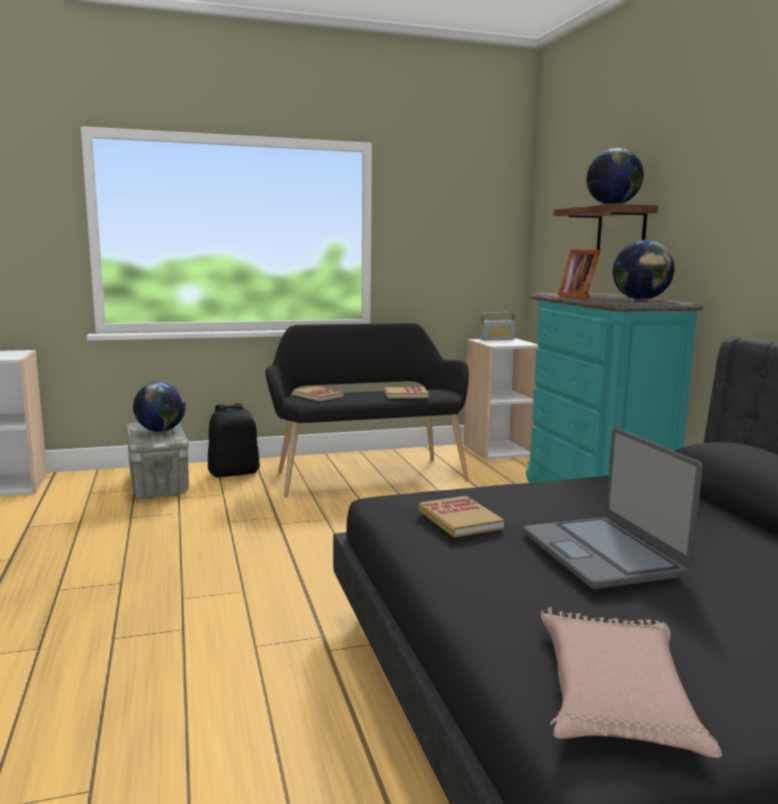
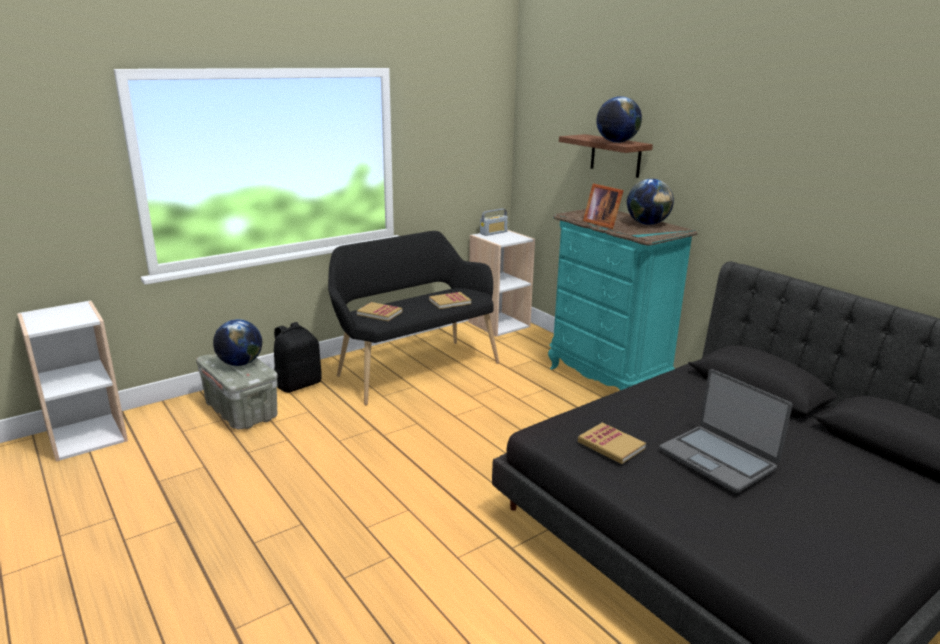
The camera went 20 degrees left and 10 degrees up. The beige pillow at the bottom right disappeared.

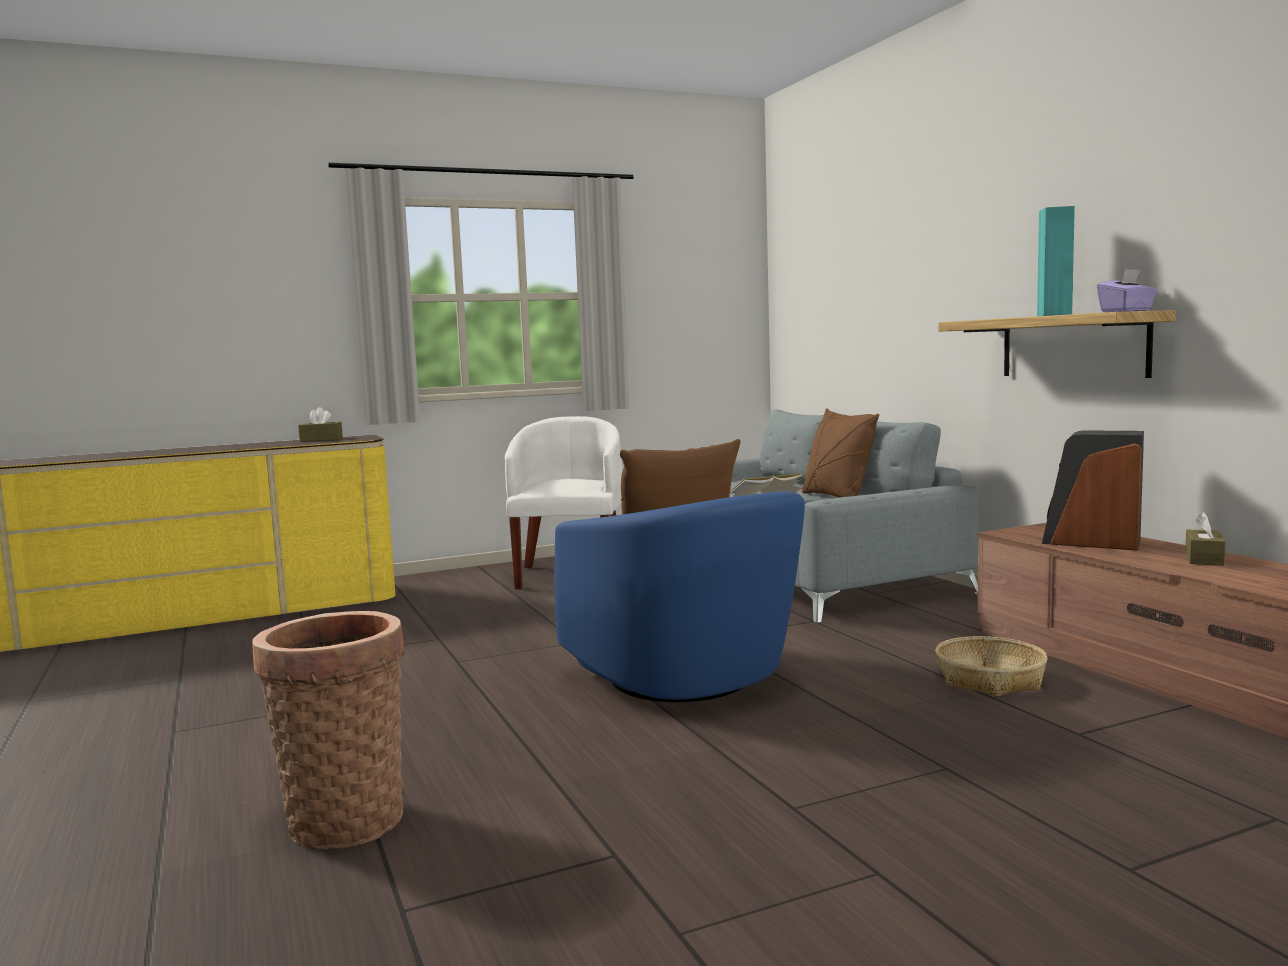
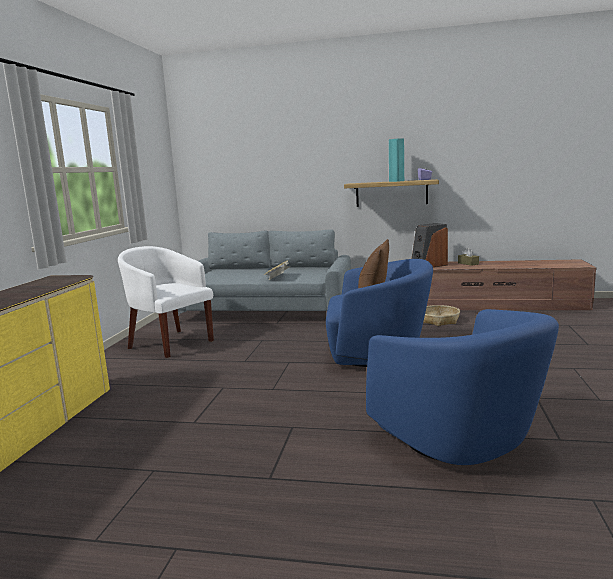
The camera went 55 degrees left and 5 degrees up. The brownish tissue box (no. 1 from left) at the middle left disappeared. The brownish pillow (no. 2 from left) at the centre disappeared. The household basket (no. 1 from left) at the bottom left was replaced by the blue lounge chair (no. 2 from left) at the bottom right.

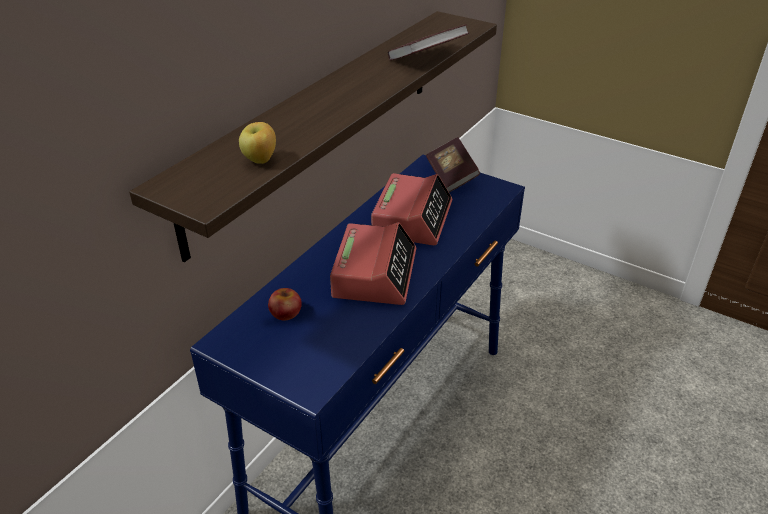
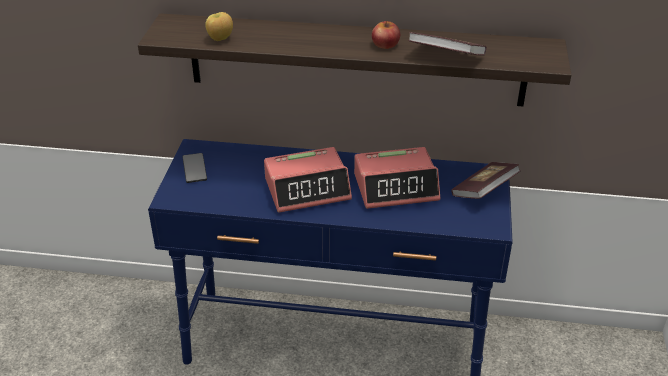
The camera went 65 degrees right and 0 degrees up. The phone at the middle left appeared. The apple fruit (no. 2 from left) moved from the centre to the top centre.

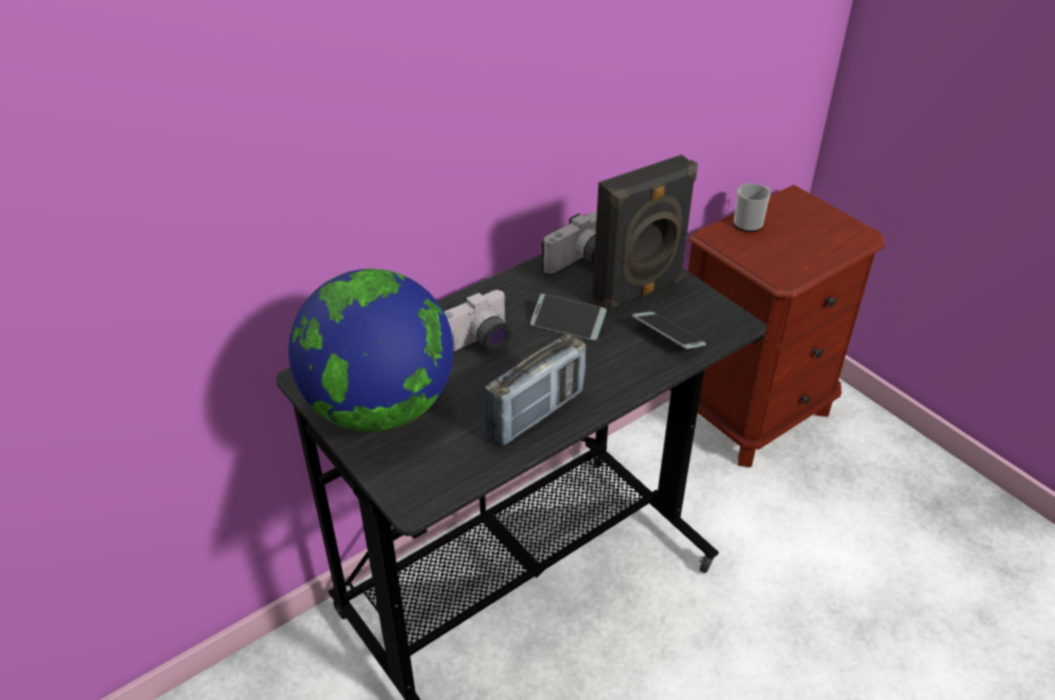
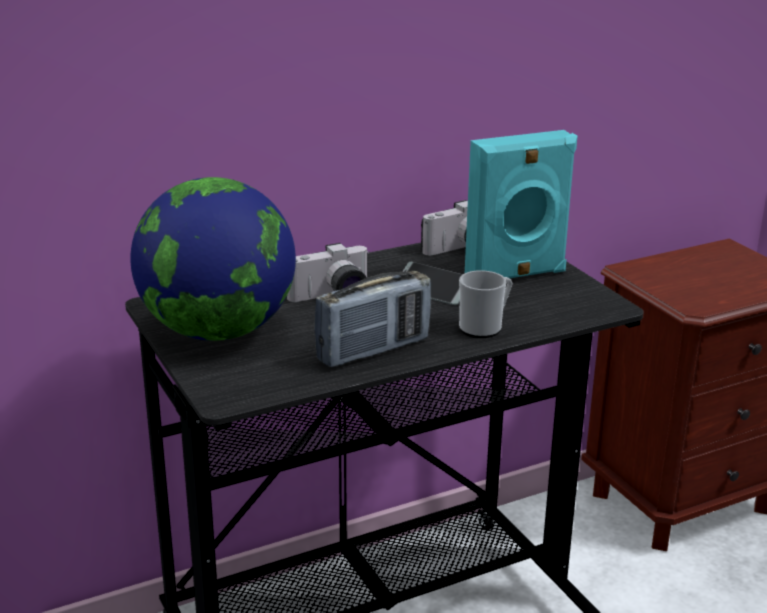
The camera went 10 degrees right and 15 degrees down. The phone (no. 2 from left) at the centre disappeared. The mug moved from the top right to the centre. The black-coloured speaker at the top centre became the turquoise-coloured speaker at the top right.

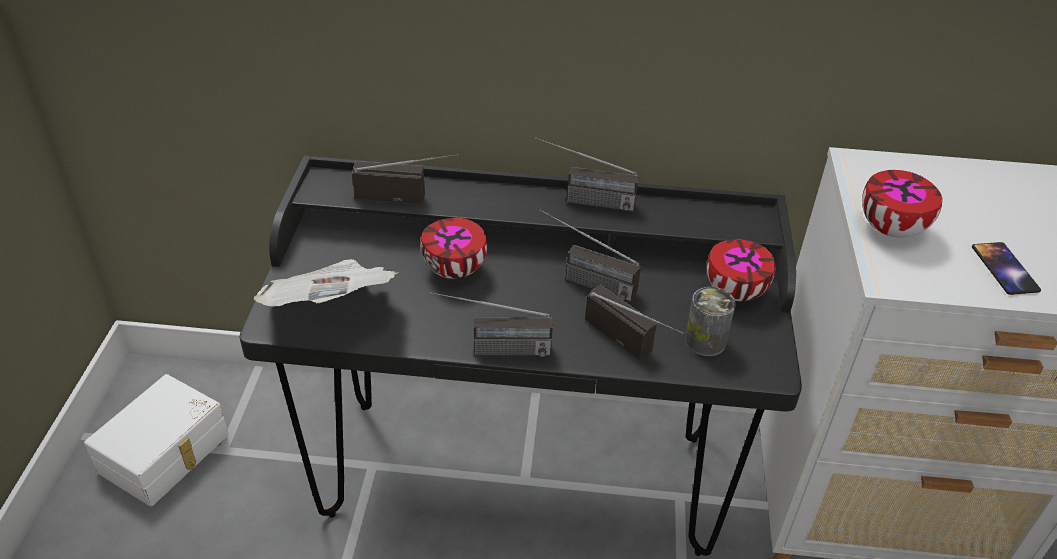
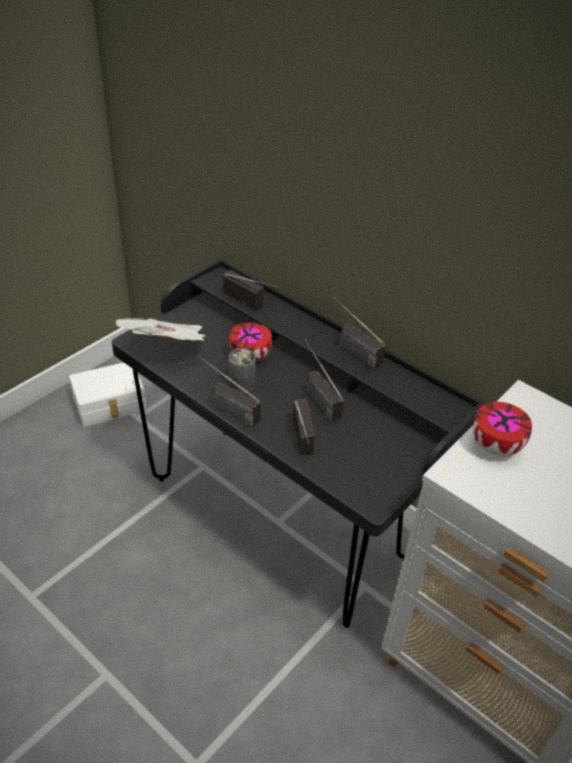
The camera went 35 degrees right and 0 degrees up. The deep dish (no. 2 from left) at the middle right disappeared. The phone at the middle right disappeared. The can moved from the middle right to the centre.

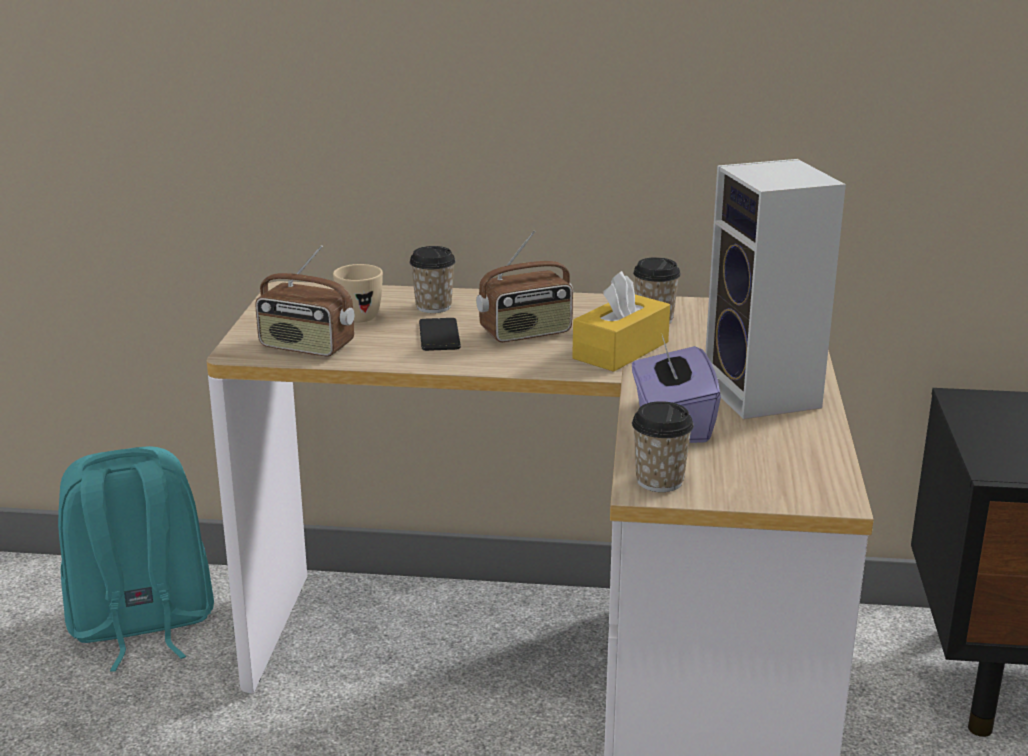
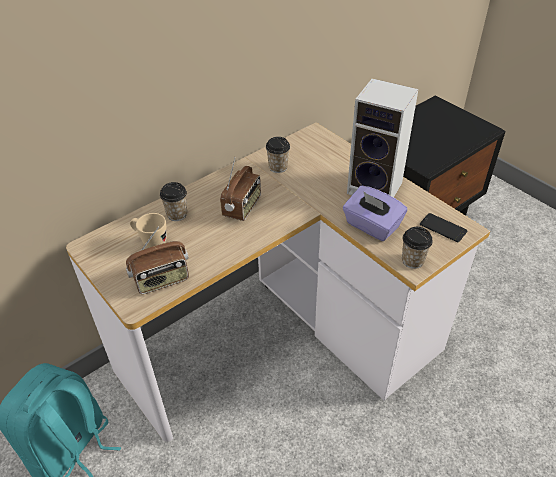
The camera went 45 degrees left and 20 degrees up. The yellowish tissue box at the centre disappeared. The phone moved from the centre to the middle right.

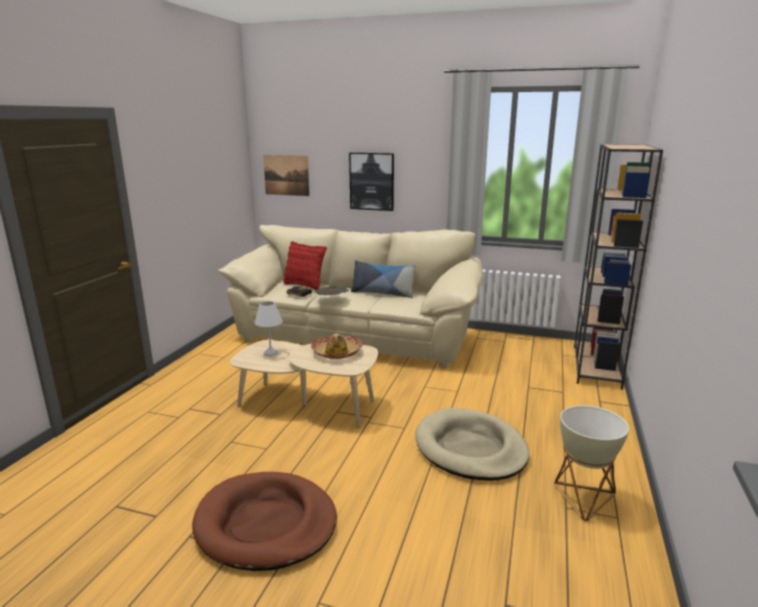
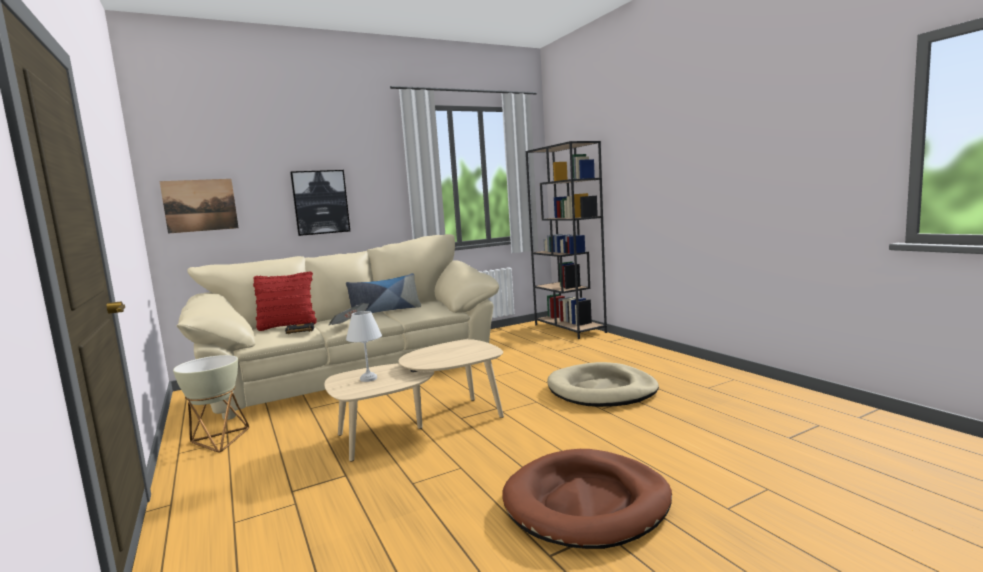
The camera went 45 degrees left and 10 degrees down. The hat at the centre disappeared. The flower pot moved from the bottom right to the bottom left.

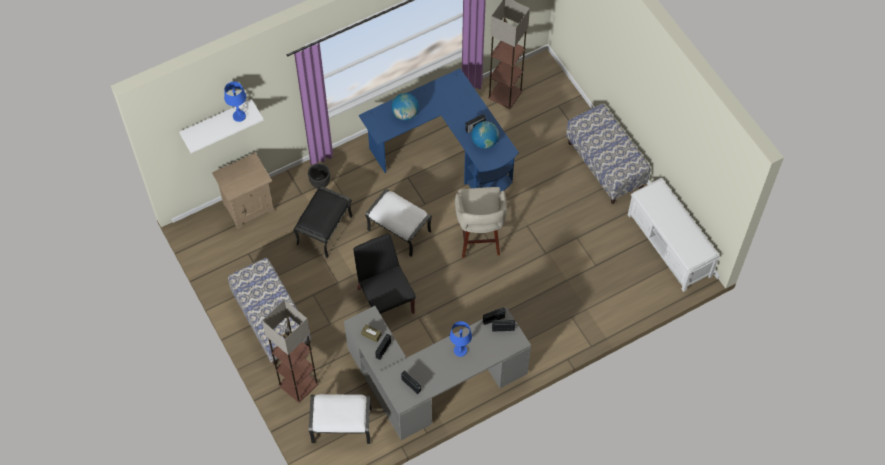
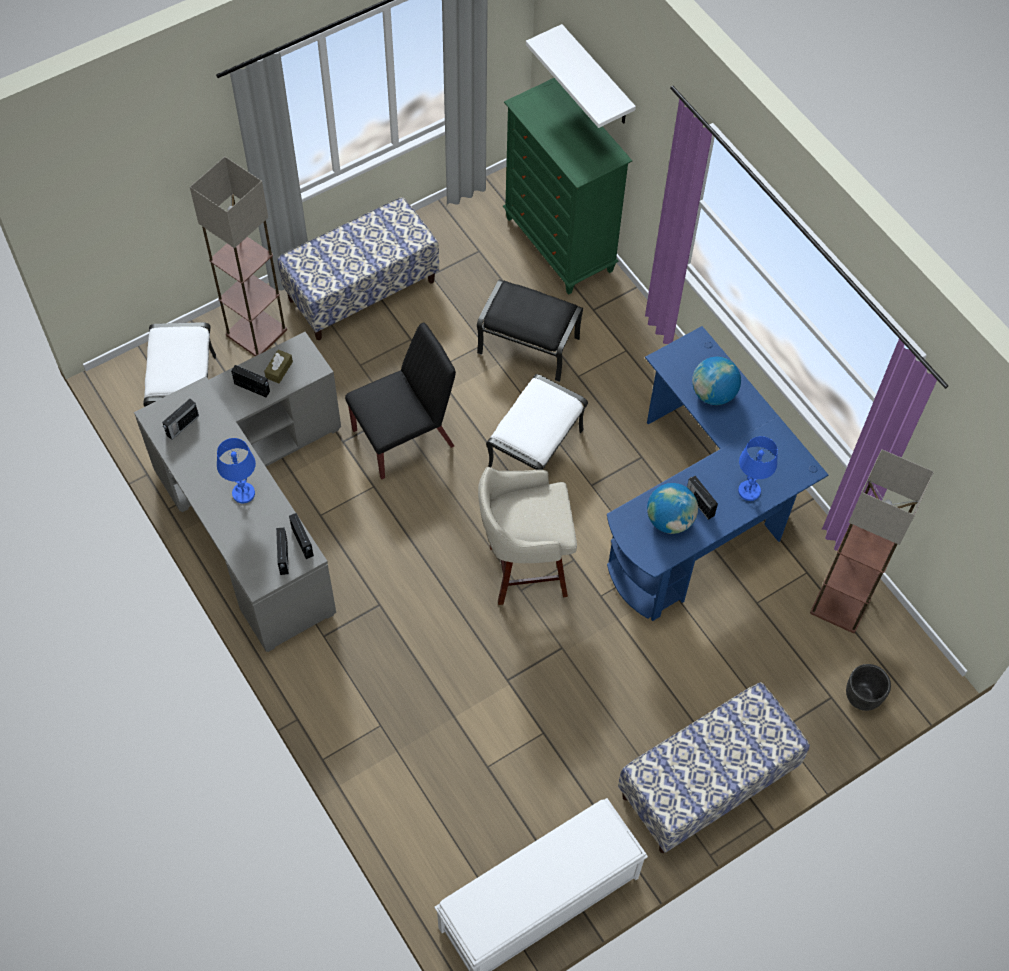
The camera went 85 degrees right and 0 degrees up. The blue tabletop lamp (no. 1 from left in the first image) moved from the top left to the middle right. The black-coloured flower pot moved from the centre to the bottom right. The beige night table at the middle left was replaced by the green dresser at the top centre.

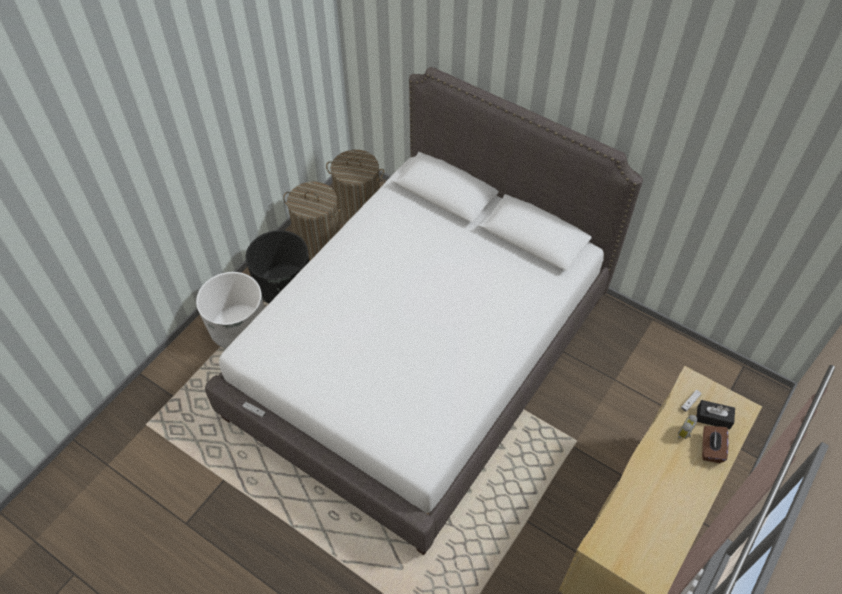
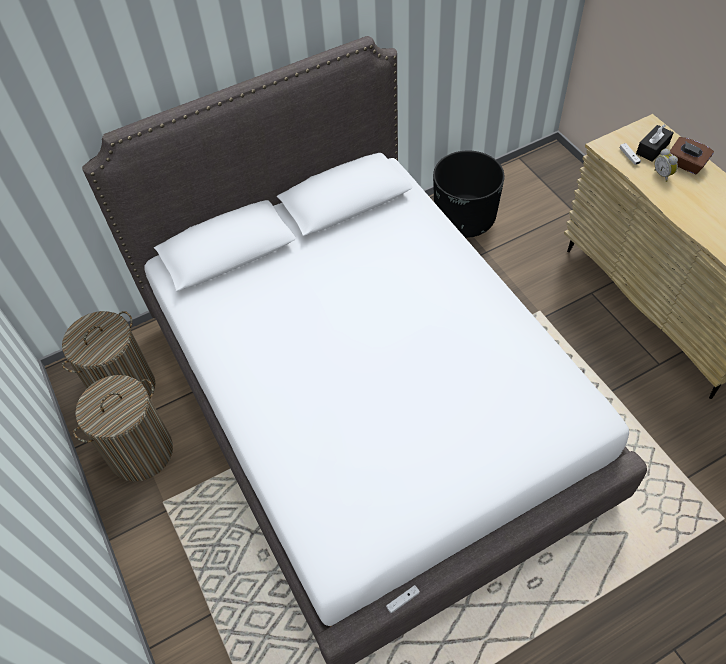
The camera went 60 degrees left and 0 degrees up. The whitish flower pot at the middle left disappeared. The black-coloured flower pot moved from the middle left to the top centre.

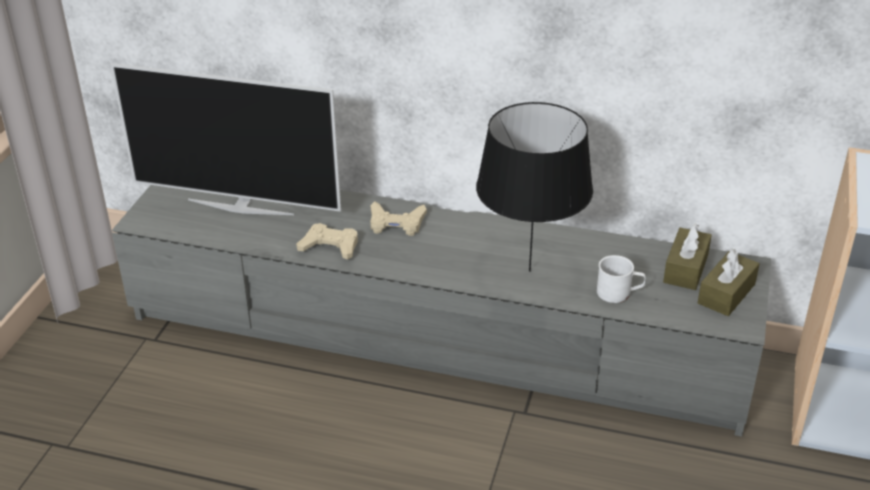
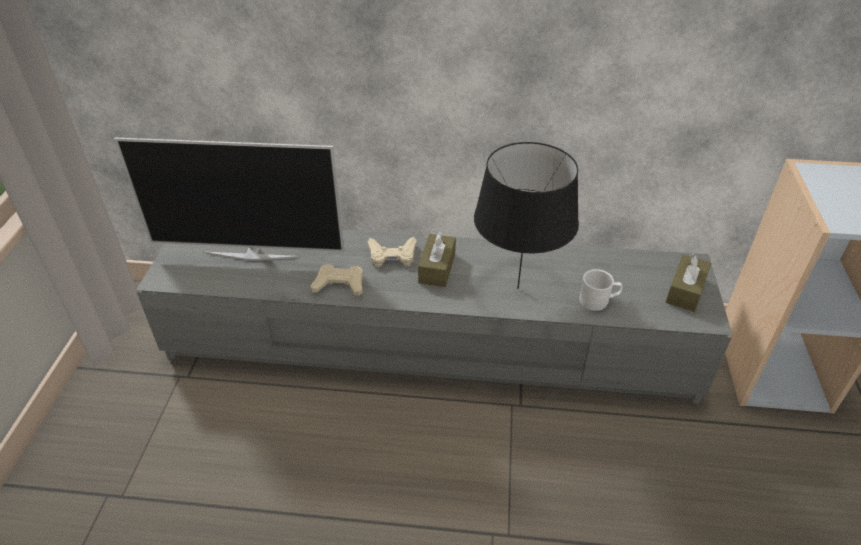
The camera went 10 degrees left and 5 degrees up. The brownish tissue box (no. 1 from left) moved from the middle right to the centre.

